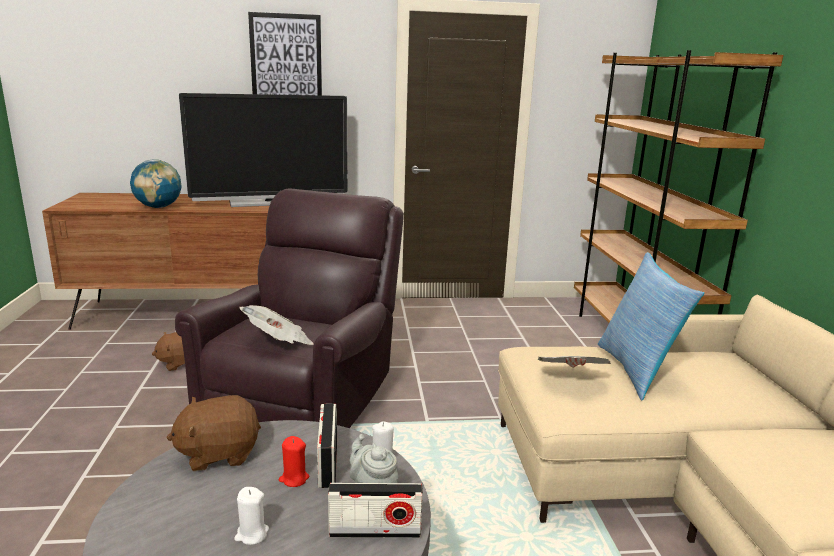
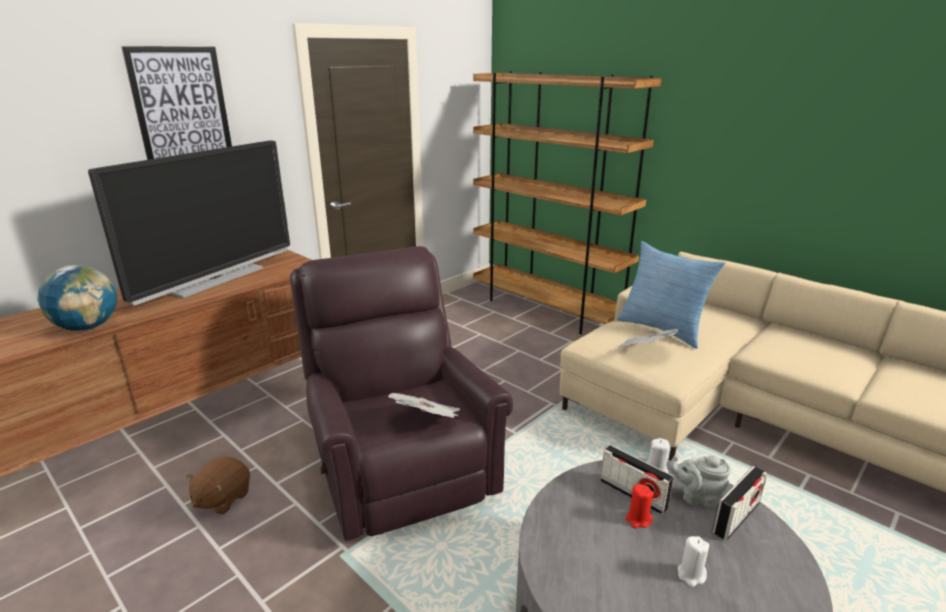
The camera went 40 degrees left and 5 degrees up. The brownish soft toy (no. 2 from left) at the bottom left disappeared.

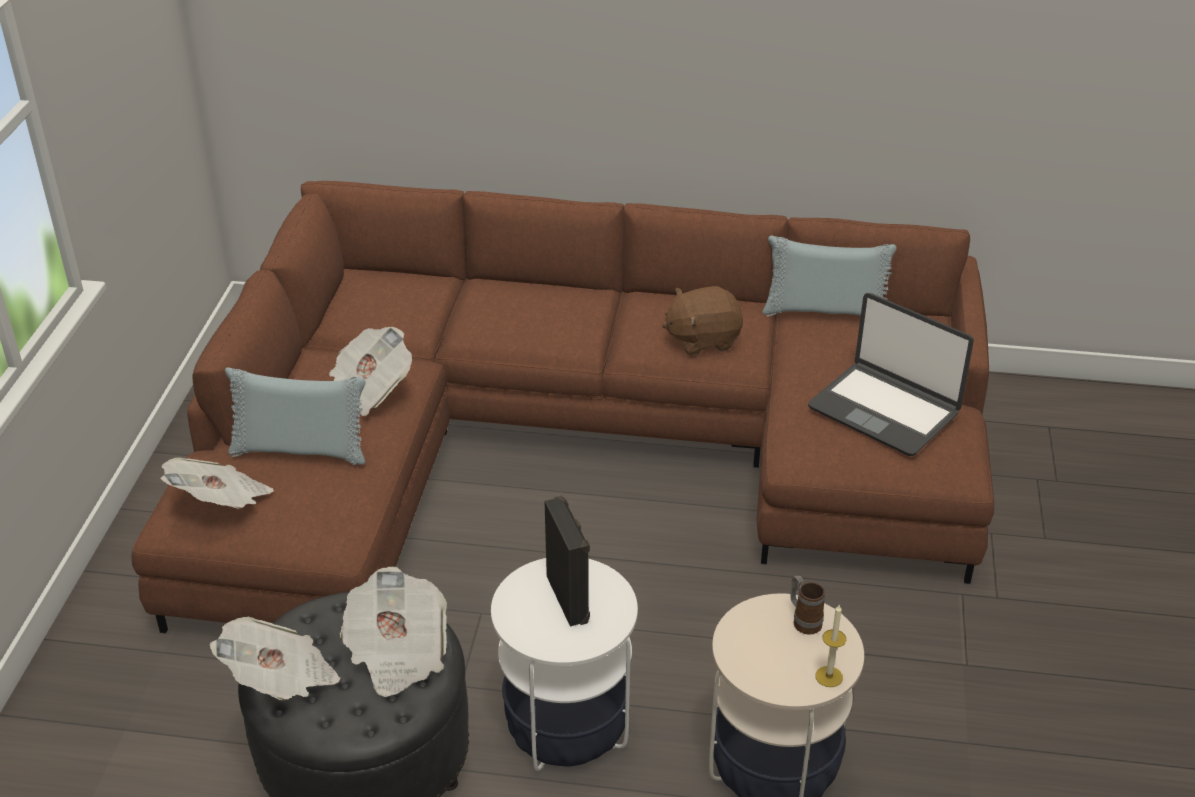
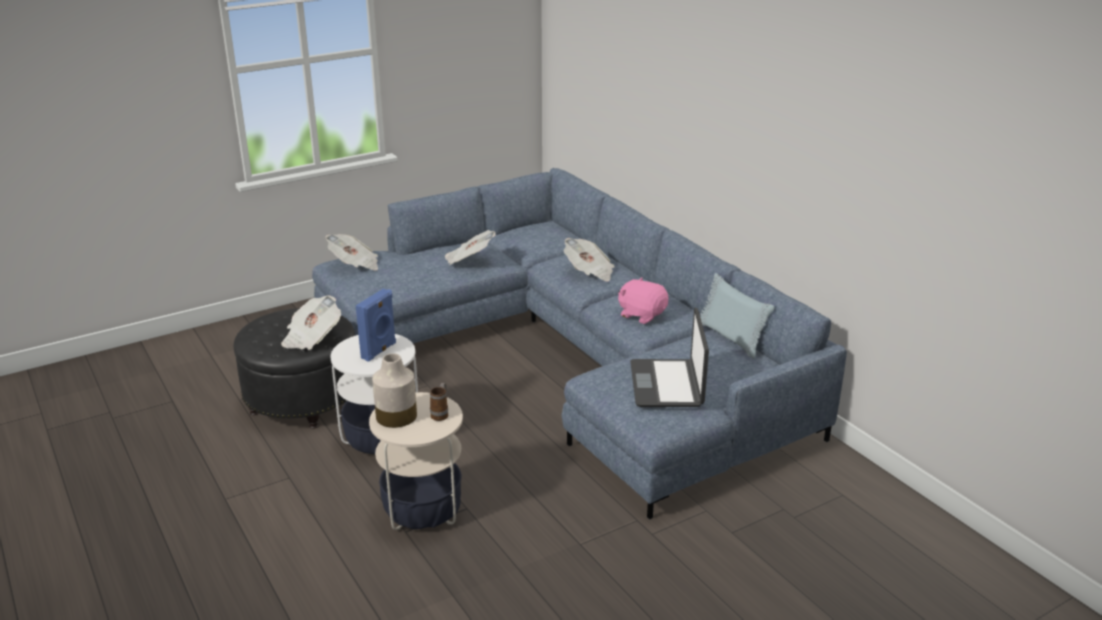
The camera went 50 degrees right and 10 degrees down. The blue pillow (no. 1 from left) at the middle left disappeared. The wax candle at the bottom right disappeared. The beige flower vase at the centre appeared. The newspaper (no. 2 from left in the first image) moved from the bottom left to the centre. The brownish couch at the centre became the blue couch at the centre. The black-coloured speaker at the bottom centre became the blue speaker at the centre. The brownish soft toy at the centre became the pinkish soft toy at the centre.

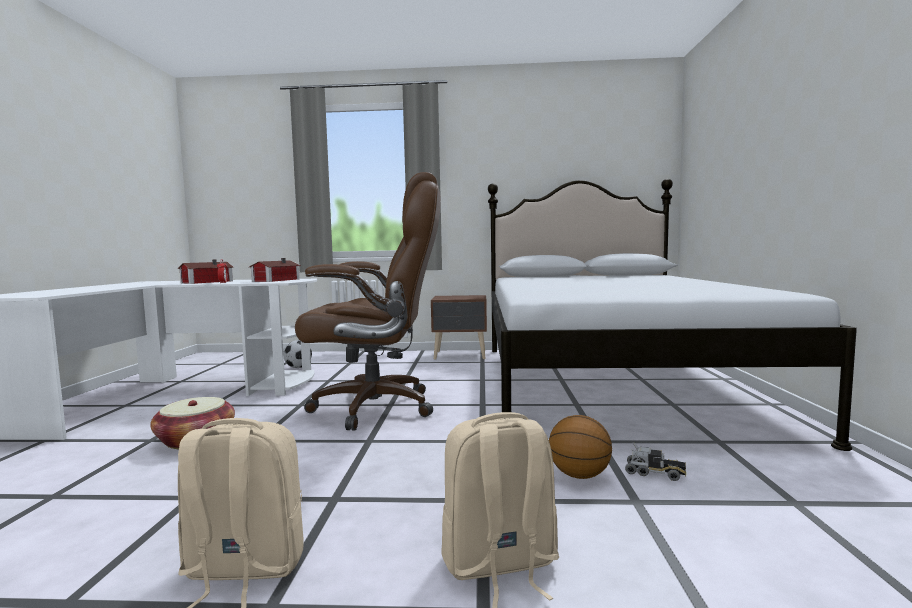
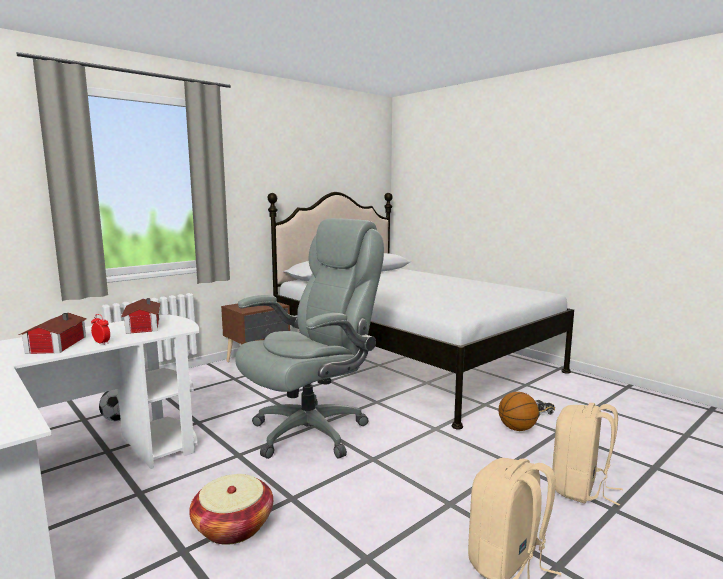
The camera went 45 degrees left and 5 degrees up. The brownish desk chair at the centre became the gray desk chair at the centre.

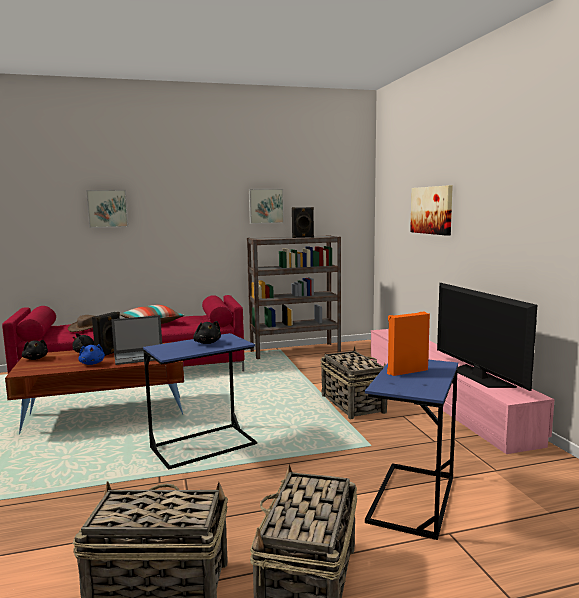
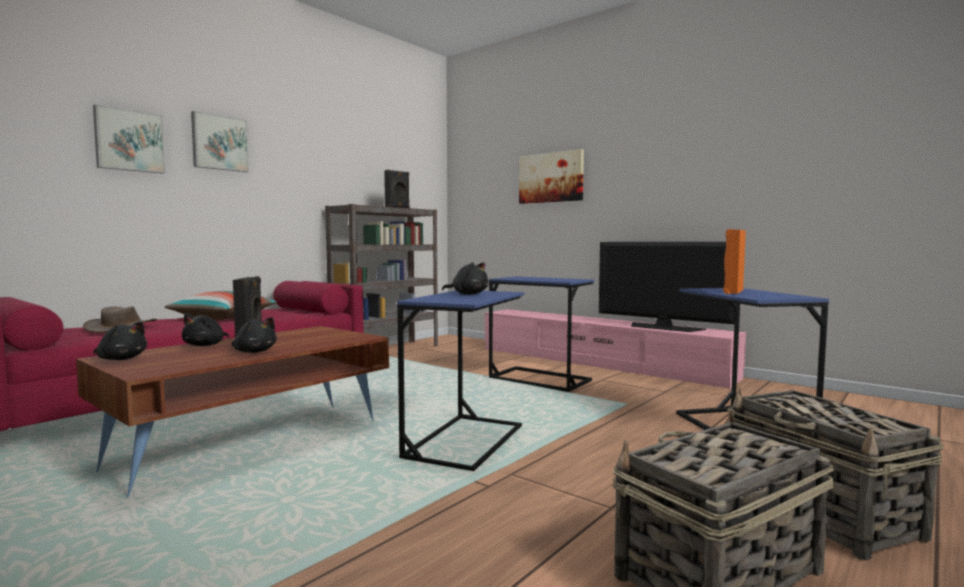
The camera went 35 degrees left and 5 degrees down. The portable computer at the middle left disappeared. The wall art (no. 2 from left) moved from the centre to the top left. The household basket (no. 3 from left) at the centre was replaced by the blue end table (no. 2 from left) at the centre. The blue soft toy at the middle left became the black-coloured soft toy (no. 3 from left) at the middle left.

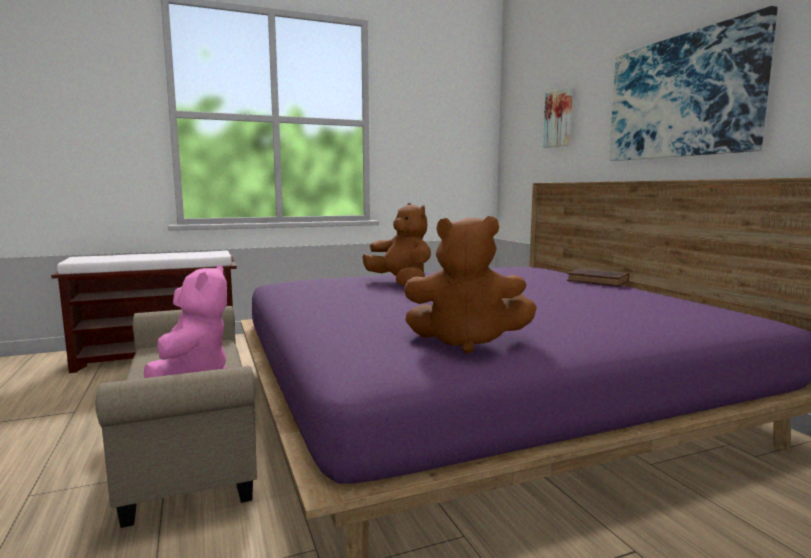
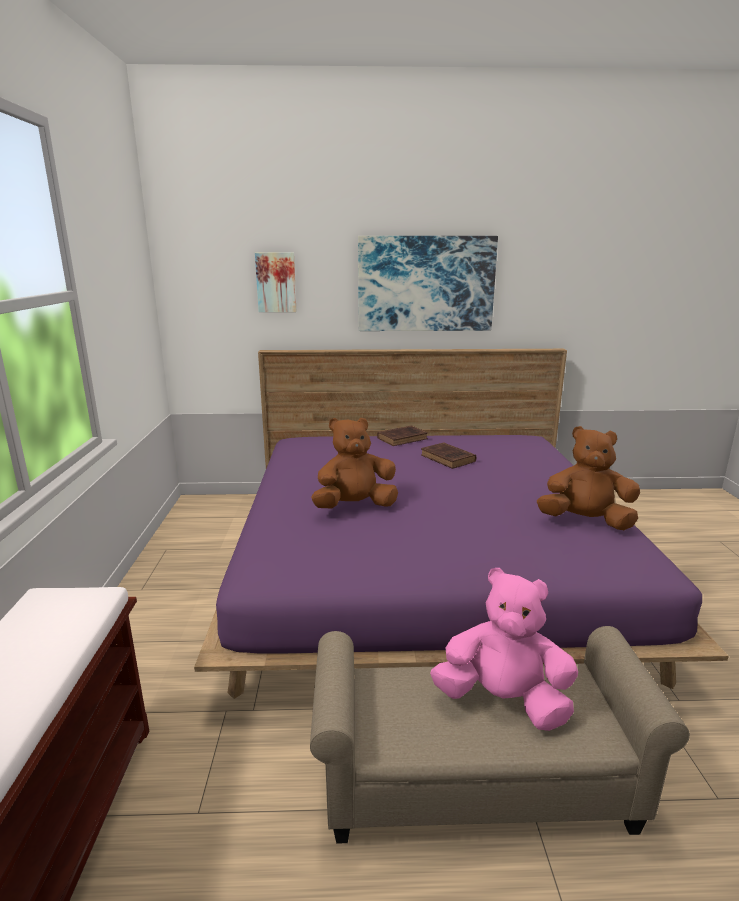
The camera went 70 degrees left and 10 degrees up. The brownish book (no. 2 from left) at the centre appeared. The brownish soft toy (no. 2 from left) at the centre turned 105 degrees counterclockwise.

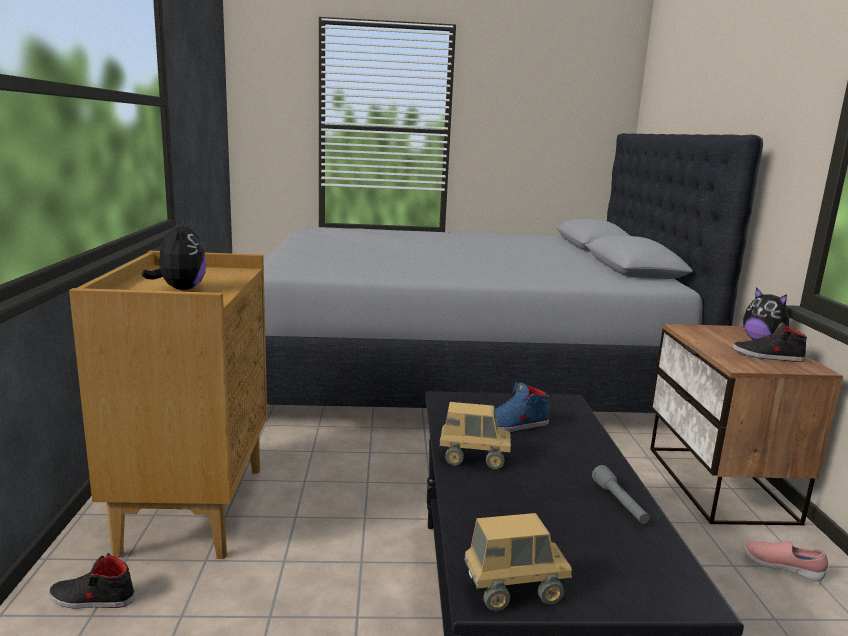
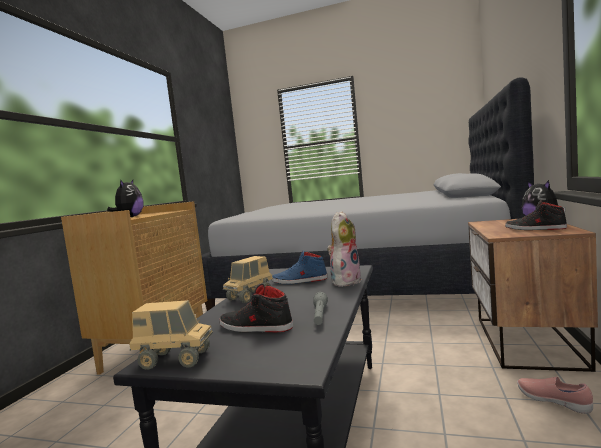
The camera went 20 degrees right and 10 degrees down. The soft toy (no. 2 from left) at the centre appeared. The black-coloured shoe (no. 1 from left) moved from the bottom left to the bottom centre. The model truck (no. 1 from left in the first image) at the bottom centre turned 105 degrees clockwise.

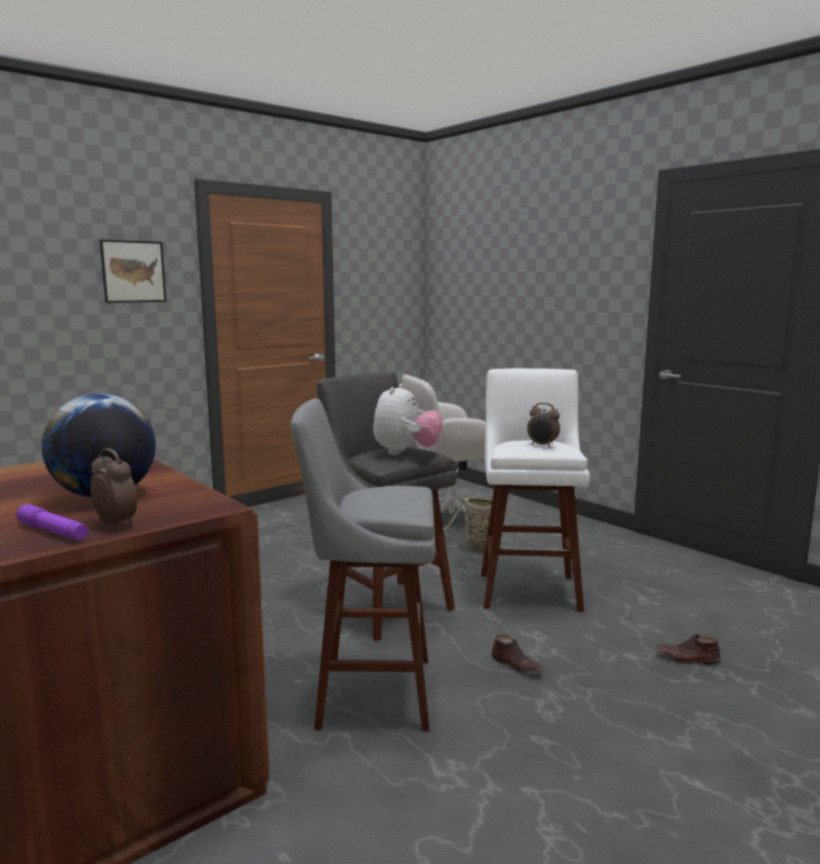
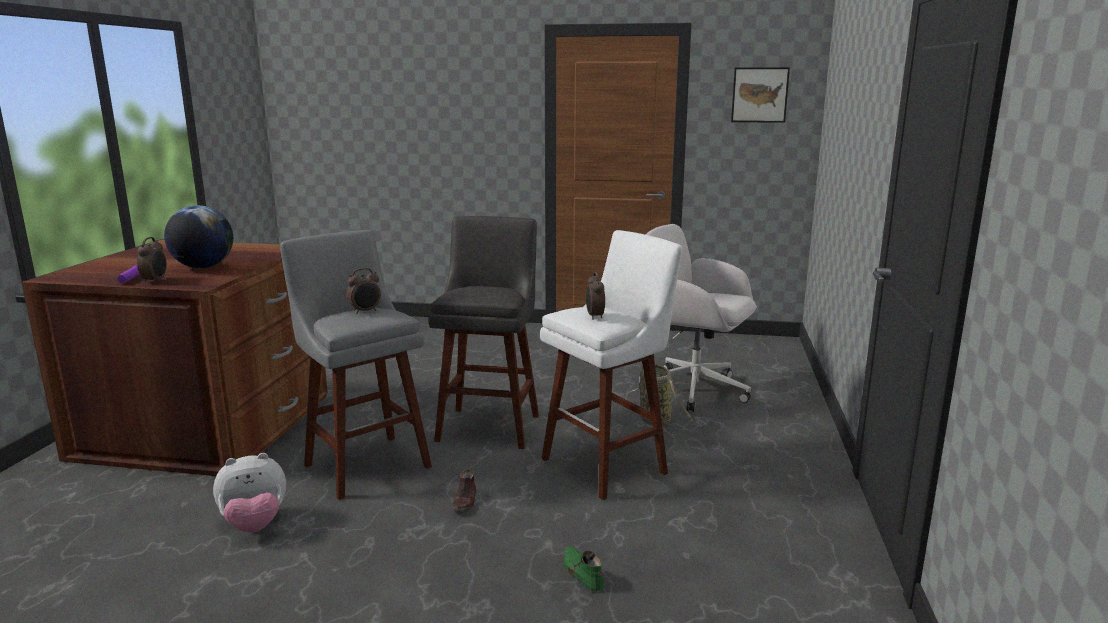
The camera went 50 degrees right and 5 degrees up. The table clock (no. 2 from left) at the middle left appeared. The wall art moved from the top left to the top right. The soft toy moved from the centre to the bottom left. The brownish shoe (no. 2 from left) at the bottom right became the green shoe at the bottom centre.

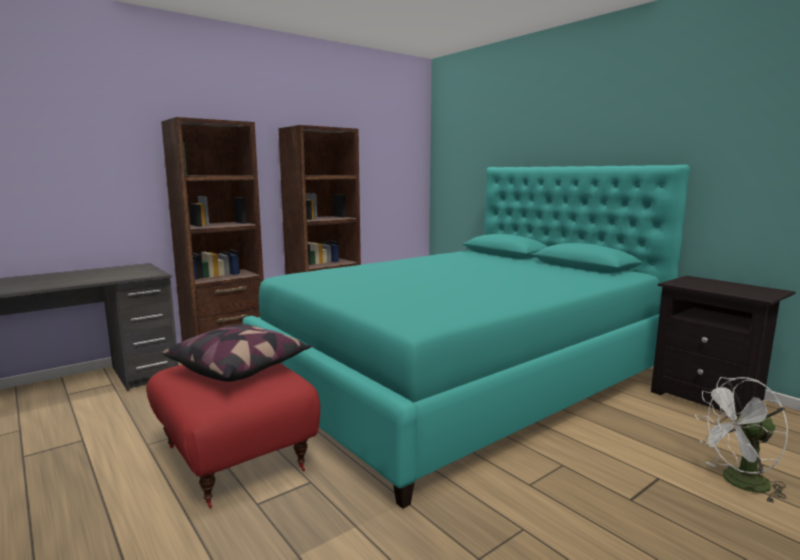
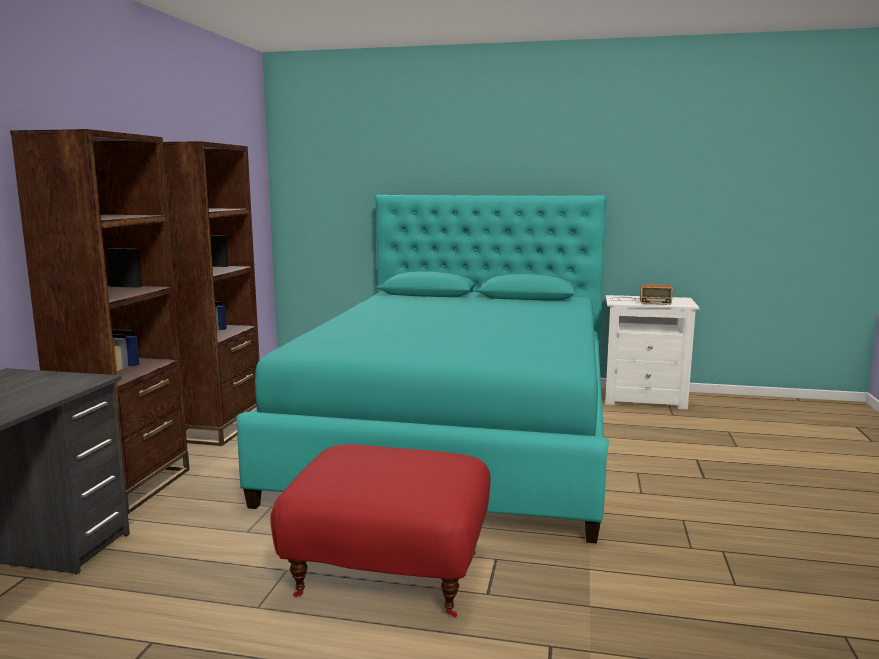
The camera went 40 degrees left and 0 degrees up. The pillow at the middle left disappeared. The whitish electric fan at the bottom right disappeared. The radio receiver at the middle right appeared. The black-coloured night table at the middle right became the whitish night table at the middle right.

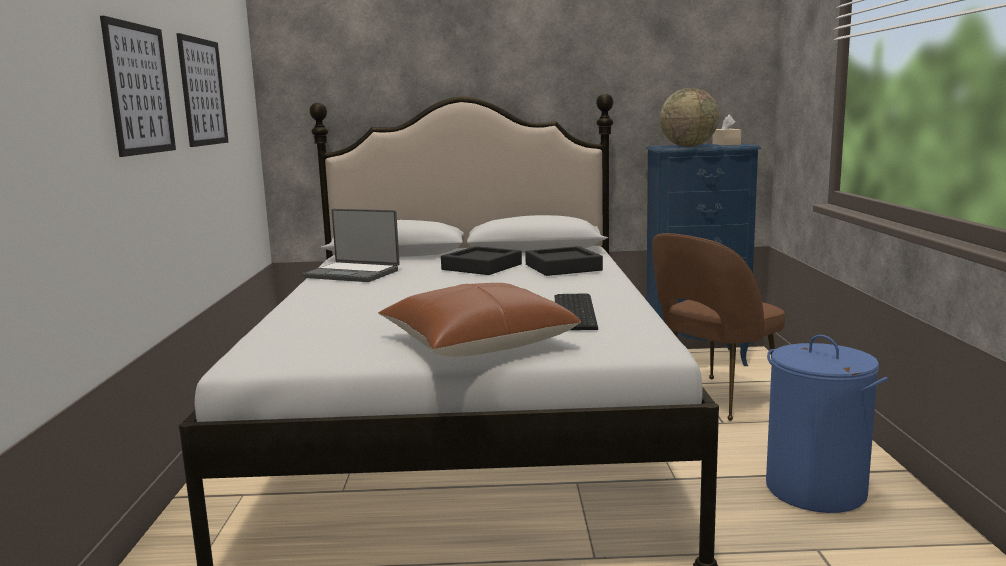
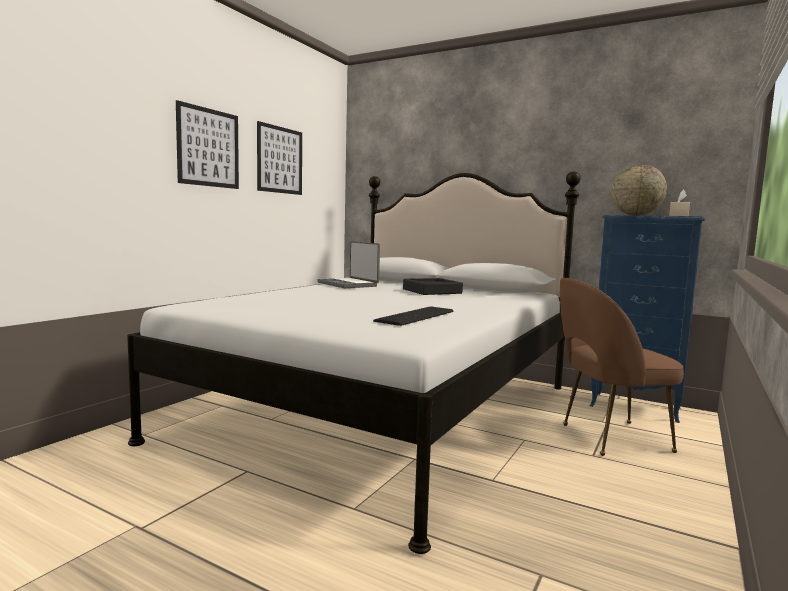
The camera went 30 degrees right and 5 degrees down. The brownish pillow at the centre disappeared. The black-coloured serving tray (no. 2 from left) at the centre disappeared. The blue hamper at the bottom right disappeared.

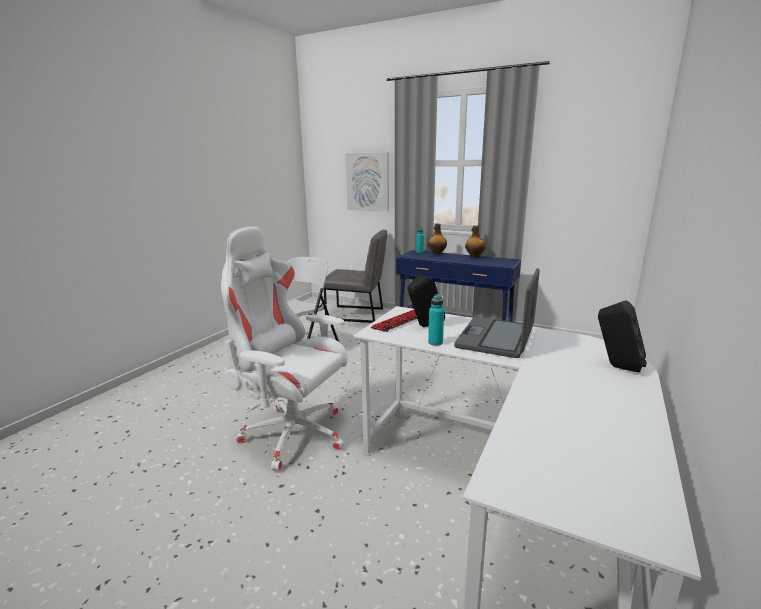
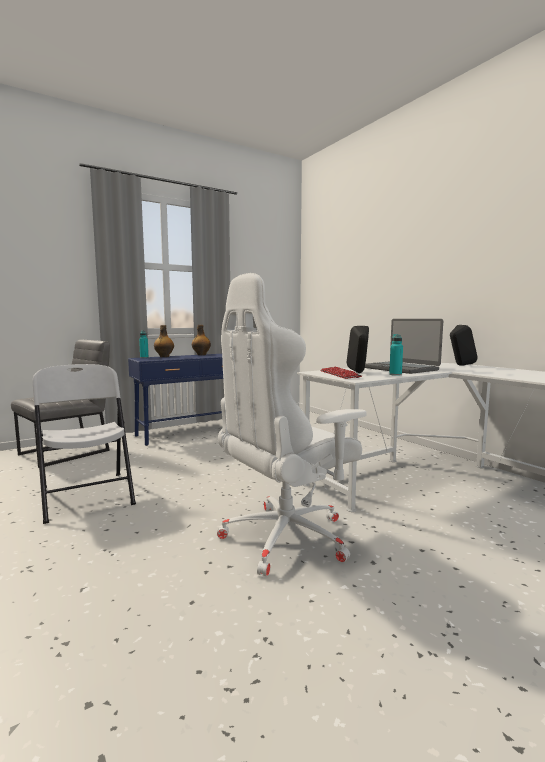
The camera went 60 degrees left and 10 degrees down. The wall art at the top centre disappeared.

